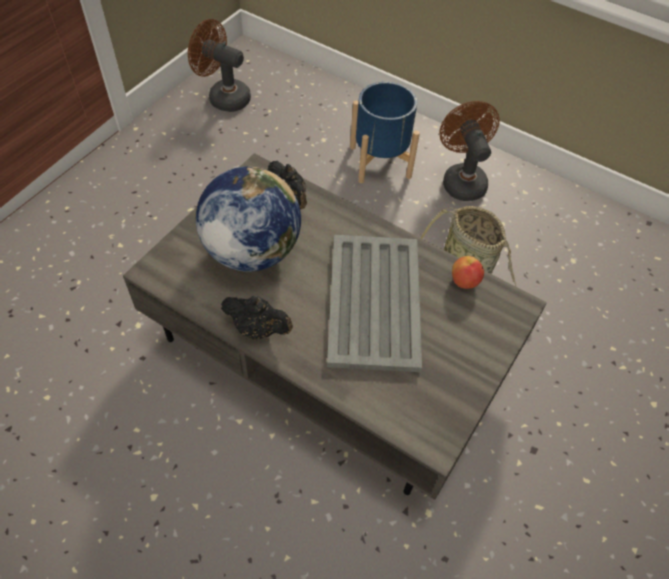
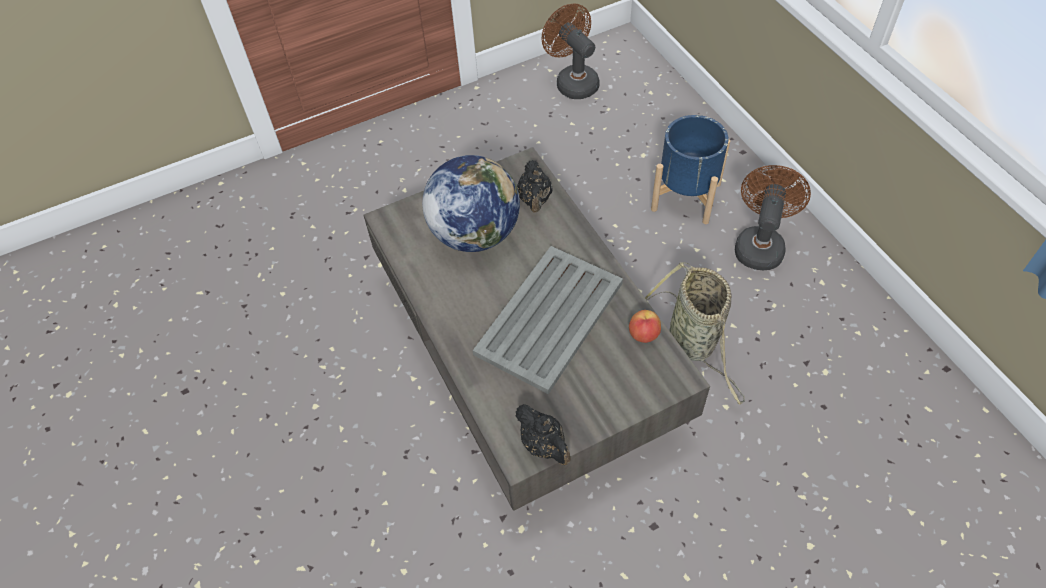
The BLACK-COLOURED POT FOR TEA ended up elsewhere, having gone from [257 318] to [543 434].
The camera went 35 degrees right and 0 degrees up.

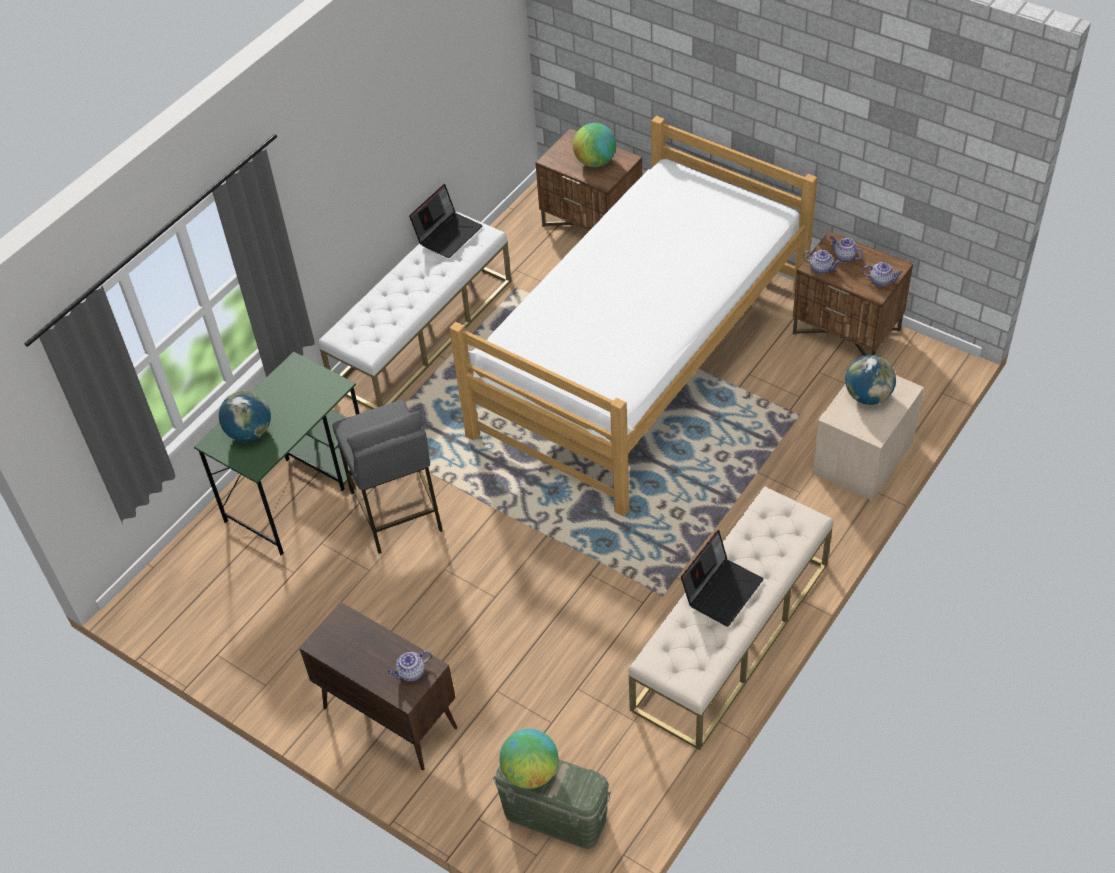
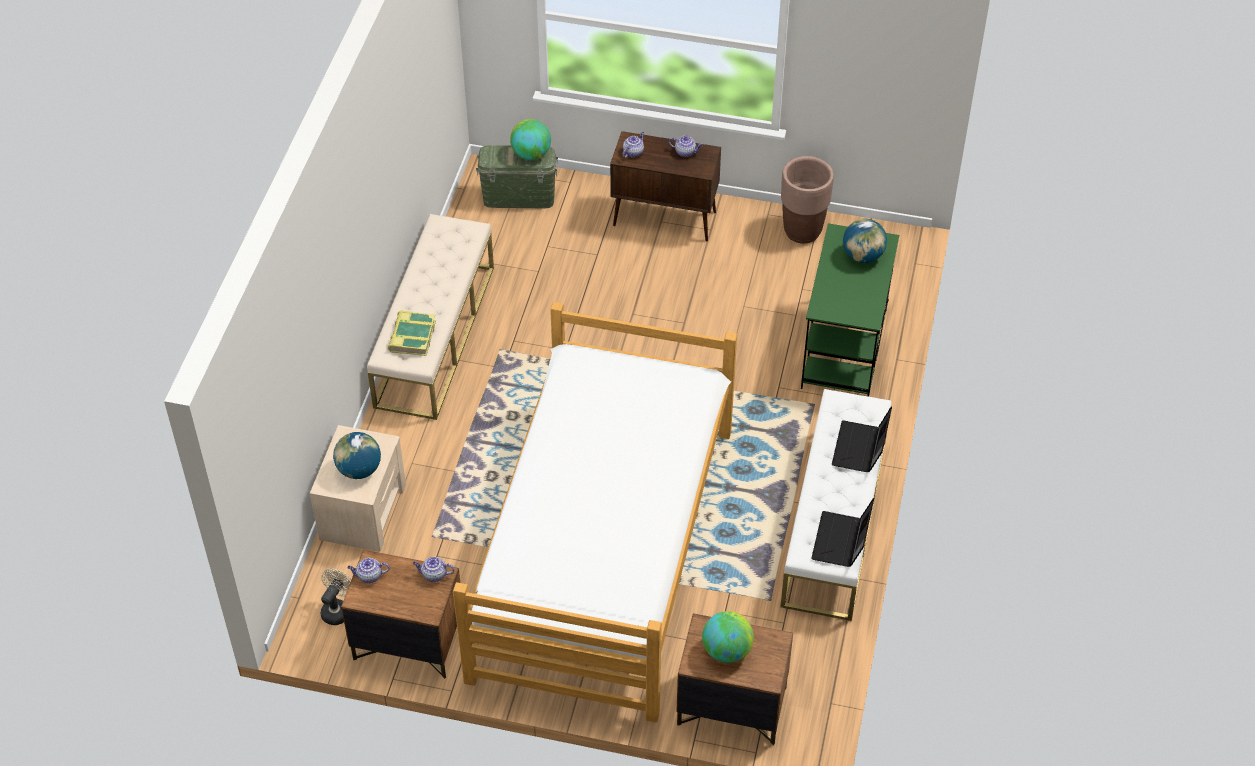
The second view lost the GREYISH SITTING STOOL at [387 477].
The second view gained the BEIGE-COLOURED COOLING FAN at [336 596].
The second view gained the BOUND BOOK at [412 333].
The second view gained the BROWNISH PLANTER at [807 199].
The NOTEBOOK COMPUTER ended up elsewhere, having gone from [722 578] to [862 439].
The POT FOR TEA ended up elsewhere, having gone from [846 249] to [685 146].
The camera went 155 degrees right and 0 degrees up.

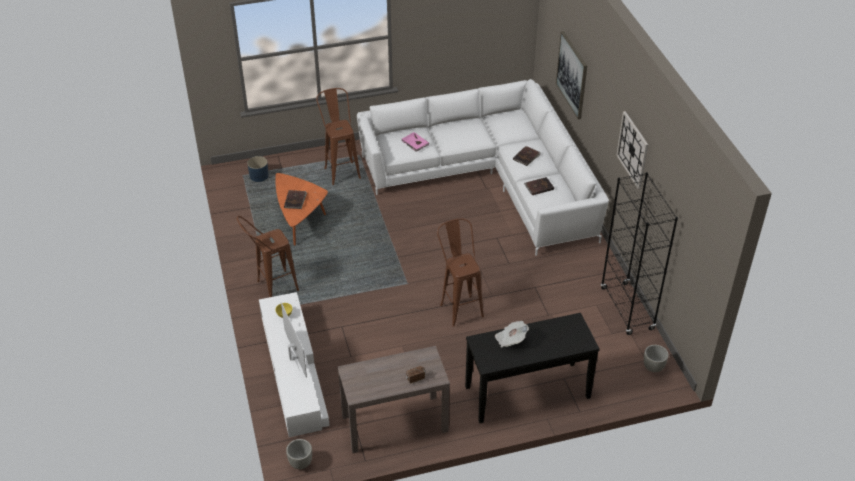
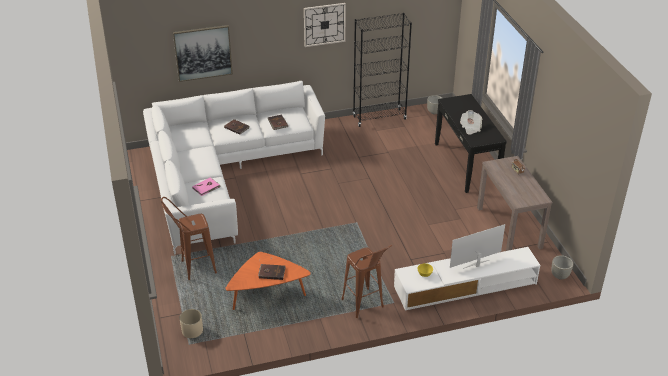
The second view lost the BROWNISH SITTING STOOL at [460 272].
What was the BLUE PLANTER at [258 169] turned into the BEIGE-COLOURED PLANTER at [191 323].
The camera went 90 degrees left and 5 degrees down.

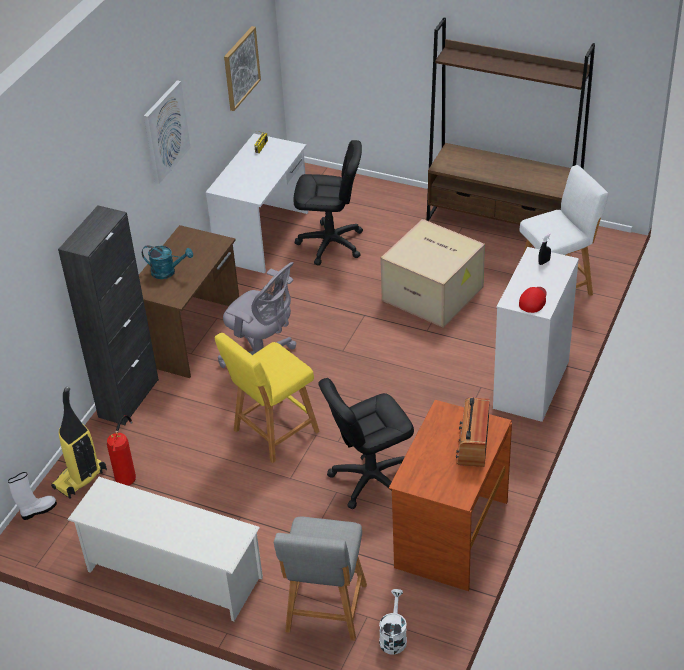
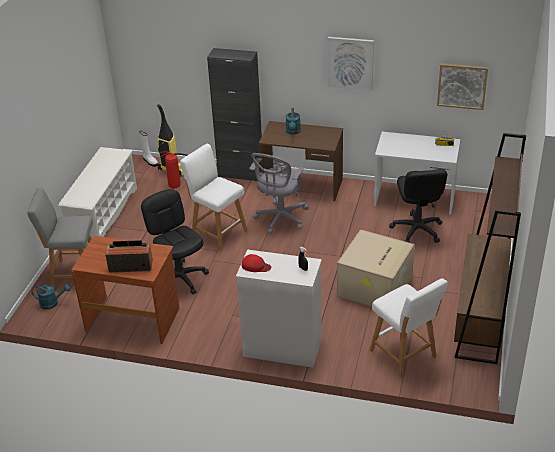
What was the YELLOWISH SITTING STOOL at [267 398] turned into the WHITE SITTING STOOL at [214 197].
What was the WHITE WATERING CAN at [393 622] turned into the TURQUOISE WATERING CAN at [51 296].
The camera went 80 degrees right and 5 degrees down.

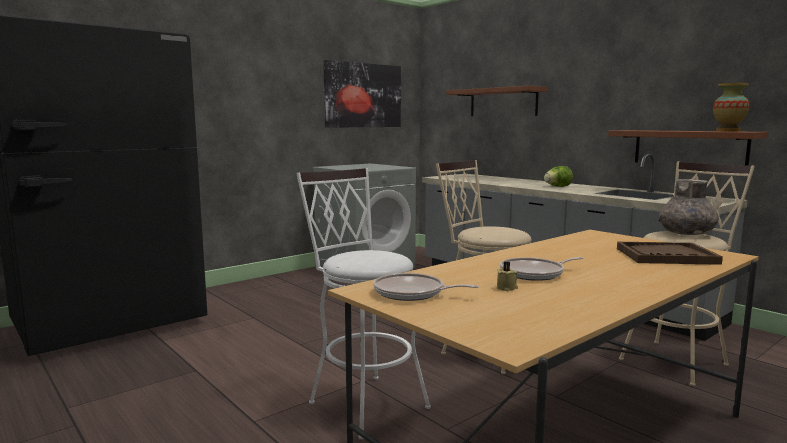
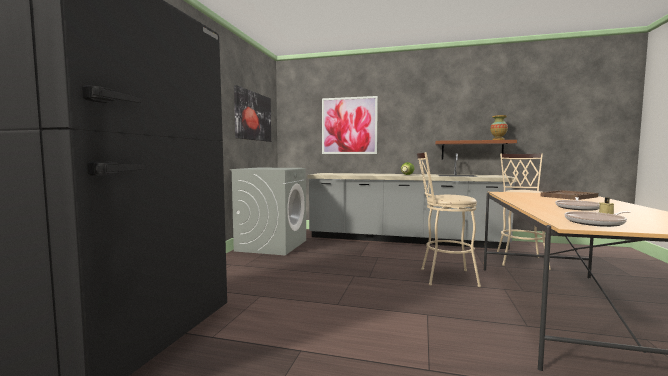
The second view lost the WHITE SITTING STOOL at [363 304].
The second view lost the GREYISH FLOWER VASE at [689 207].
Where the BROWNISH BRACKET SHELF hung at [497 101], the WALL PICTURE came to hang at [350 125].
The camera went 35 degrees left and 5 degrees down.

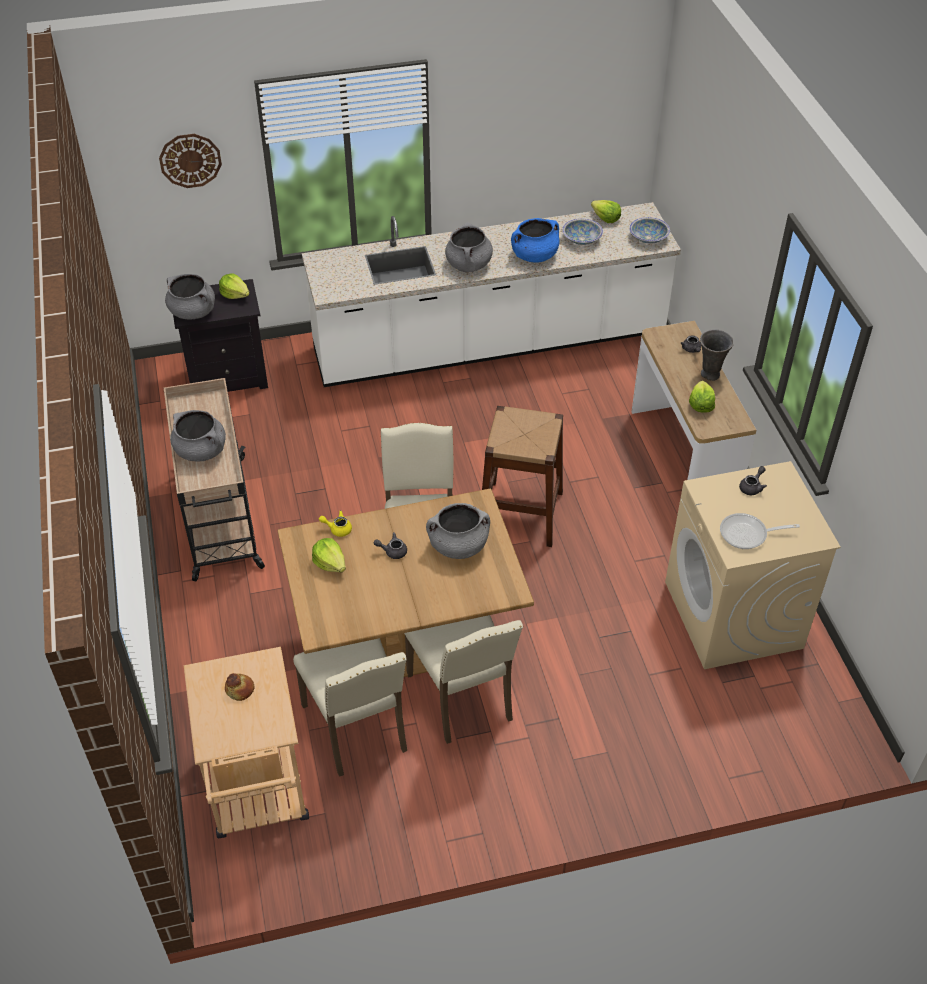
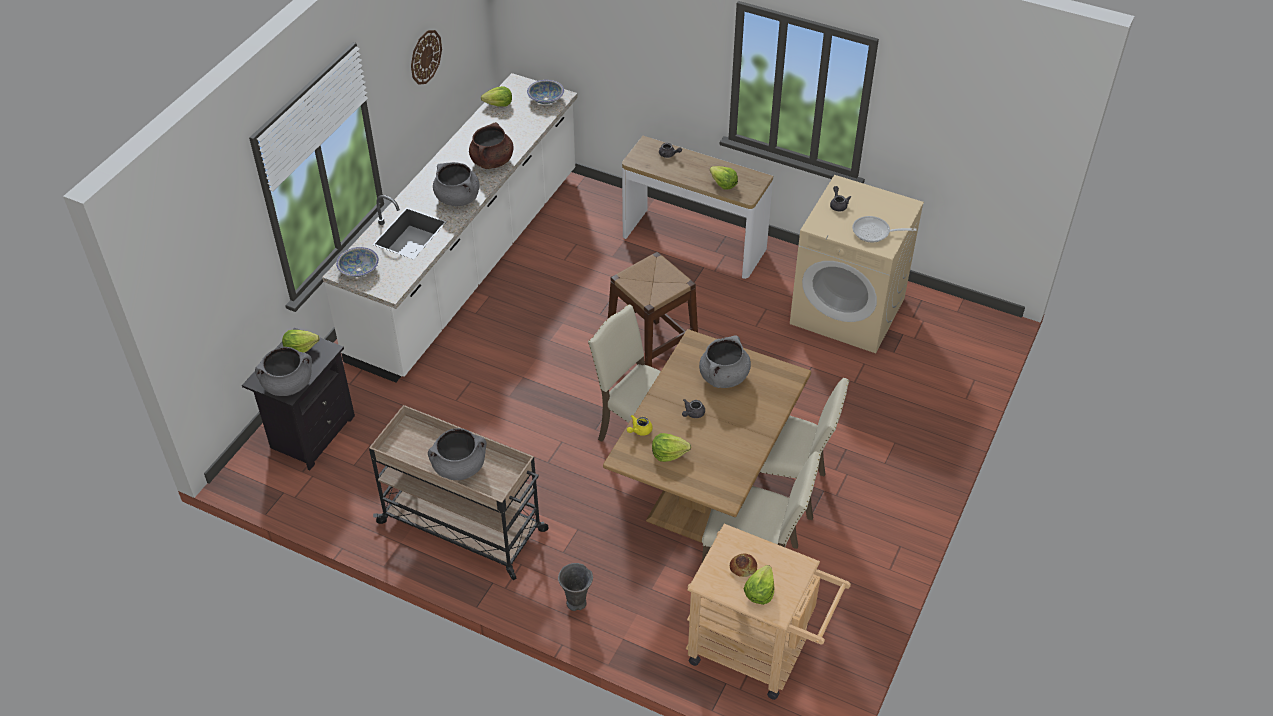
The second view gained the LETTUCE HEAD at [758 585].
The WALL CLOCK ended up elsewhere, having gone from [190 161] to [426 57].
The SERVING BOWL ended up elsewhere, having gone from [582 231] to [357 262].
The GREYISH FLOWER VASE ended up elsewhere, having gone from [716 355] to [575 587].
What was the BLUE SAUCEPOT at [535 240] turned into the BROWNISH SAUCEPOT at [491 145].
The FRYING PAN at [760 531] ended up facing another way, 60 degrees clockwise from before.
The camera went 50 degrees left and 0 degrees up.

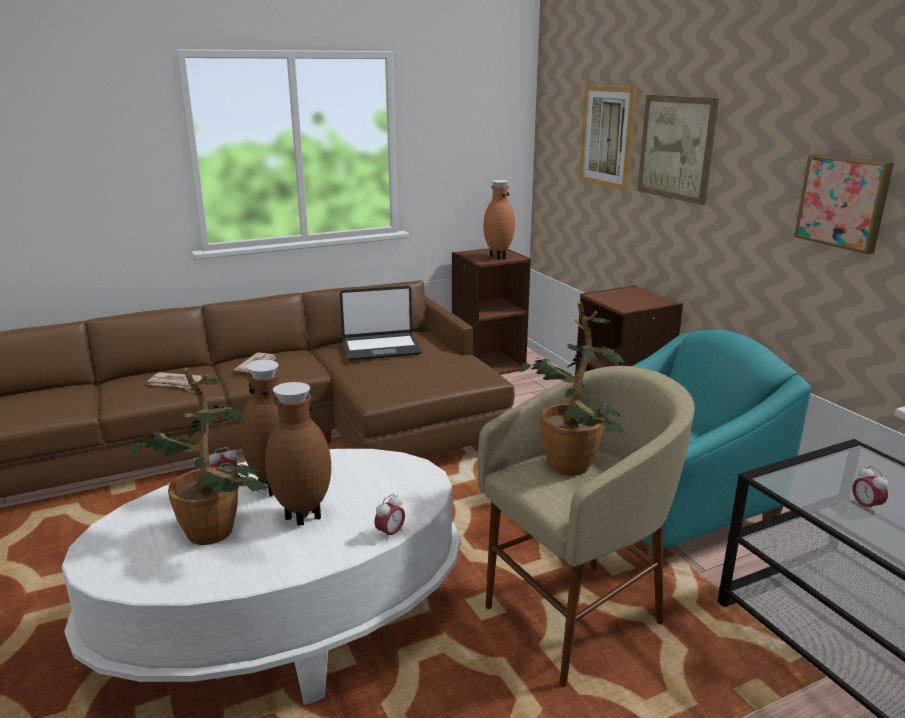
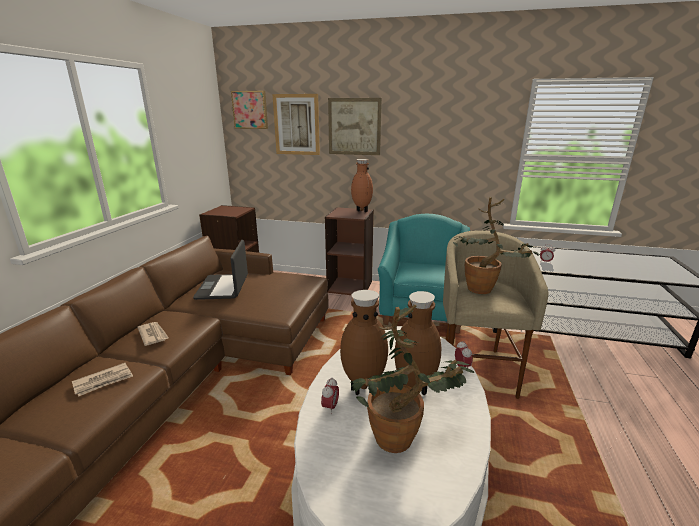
The BROWNISH FLOWER VASE ended up elsewhere, having gone from [499 220] to [362 185].
The WALL PICTURE ended up elsewhere, having gone from [844 204] to [249 110].
The NOTEBOOK COMPUTER at [381 323] ended up facing another way, 150 degrees clockwise from before.
The camera went 50 degrees left and 0 degrees up.

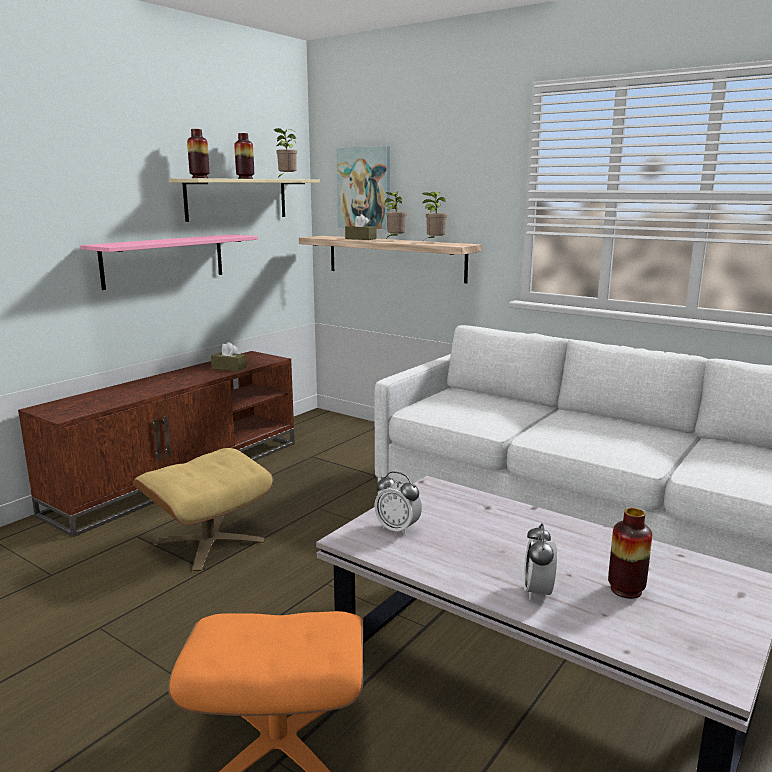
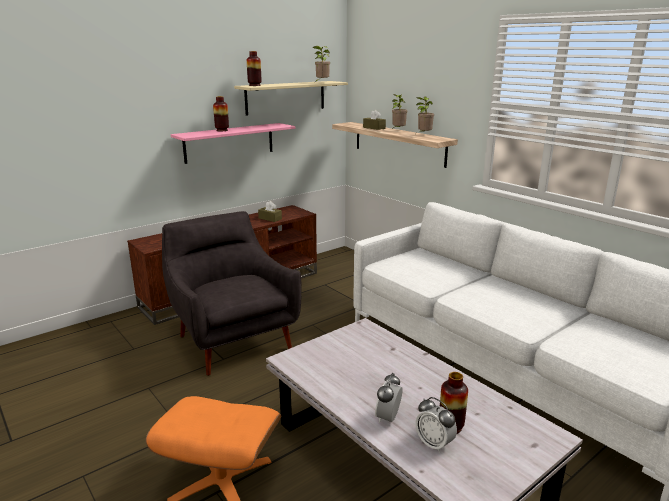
The second view lost the WALL PICTURE at [363 187].
The FLOWER VASE ended up elsewhere, having gone from [244 156] to [221 113].
The BEDSIDE CLOCK ended up elsewhere, having gone from [398 504] to [436 425].
Where the BEIGE-COLOURED POUFFE stood at [203 509], the GREYISH EASY CHAIR came to stand at [232 293].
The camera went 15 degrees right and 5 degrees up.

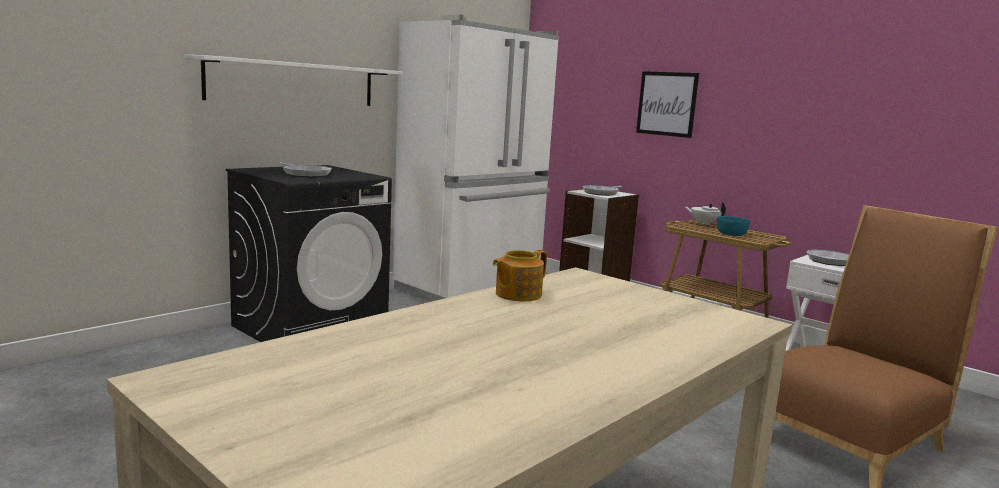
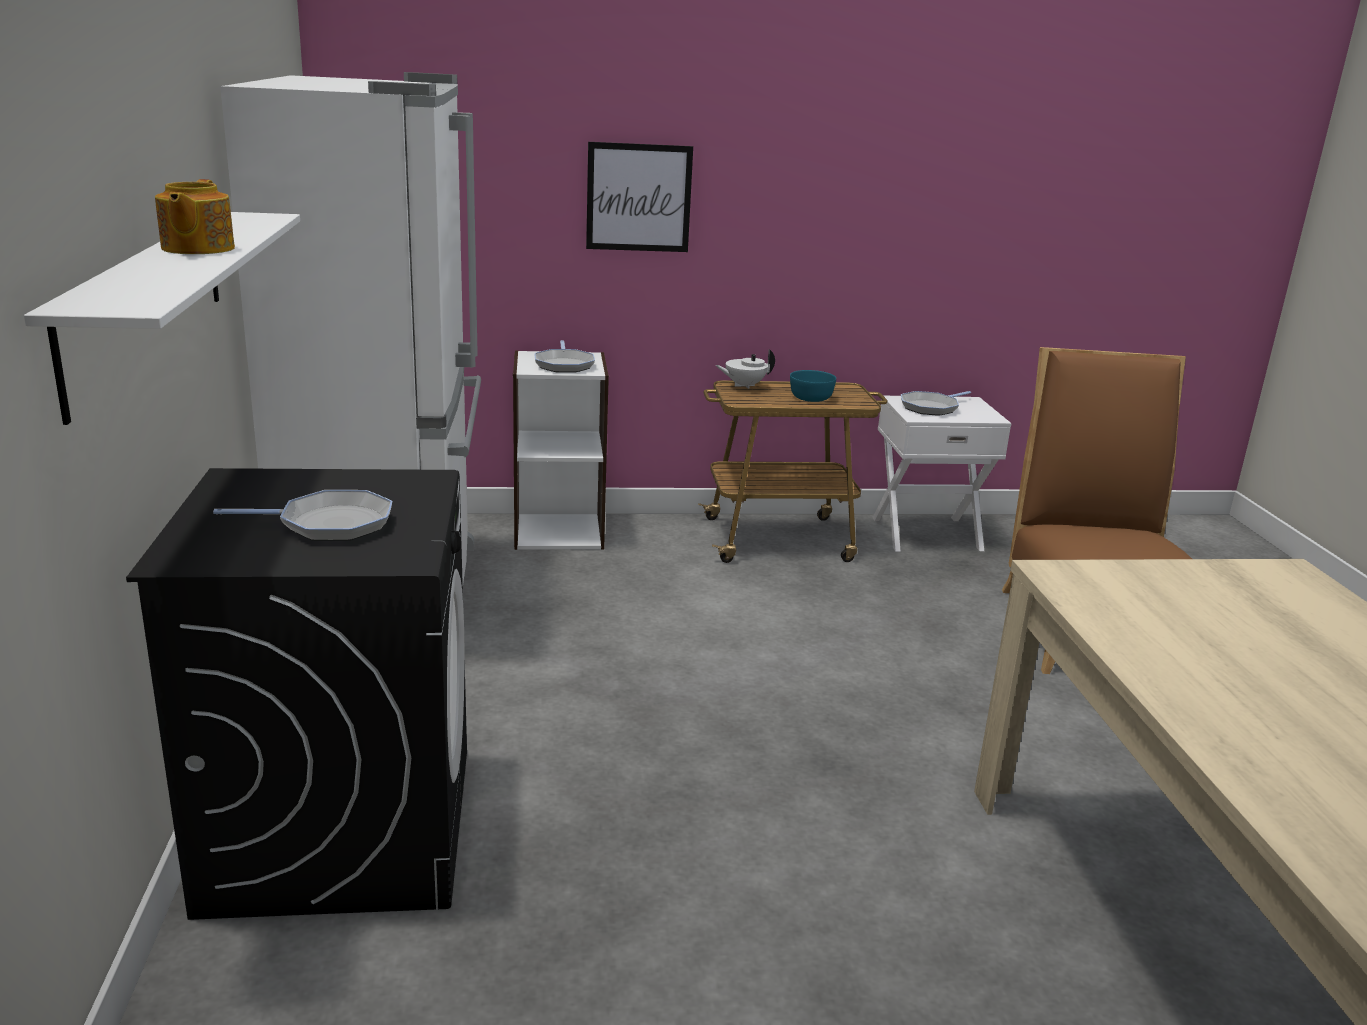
The POT FOR TEA ended up elsewhere, having gone from [520 276] to [195 216].
The camera went 50 degrees left and 10 degrees up.

